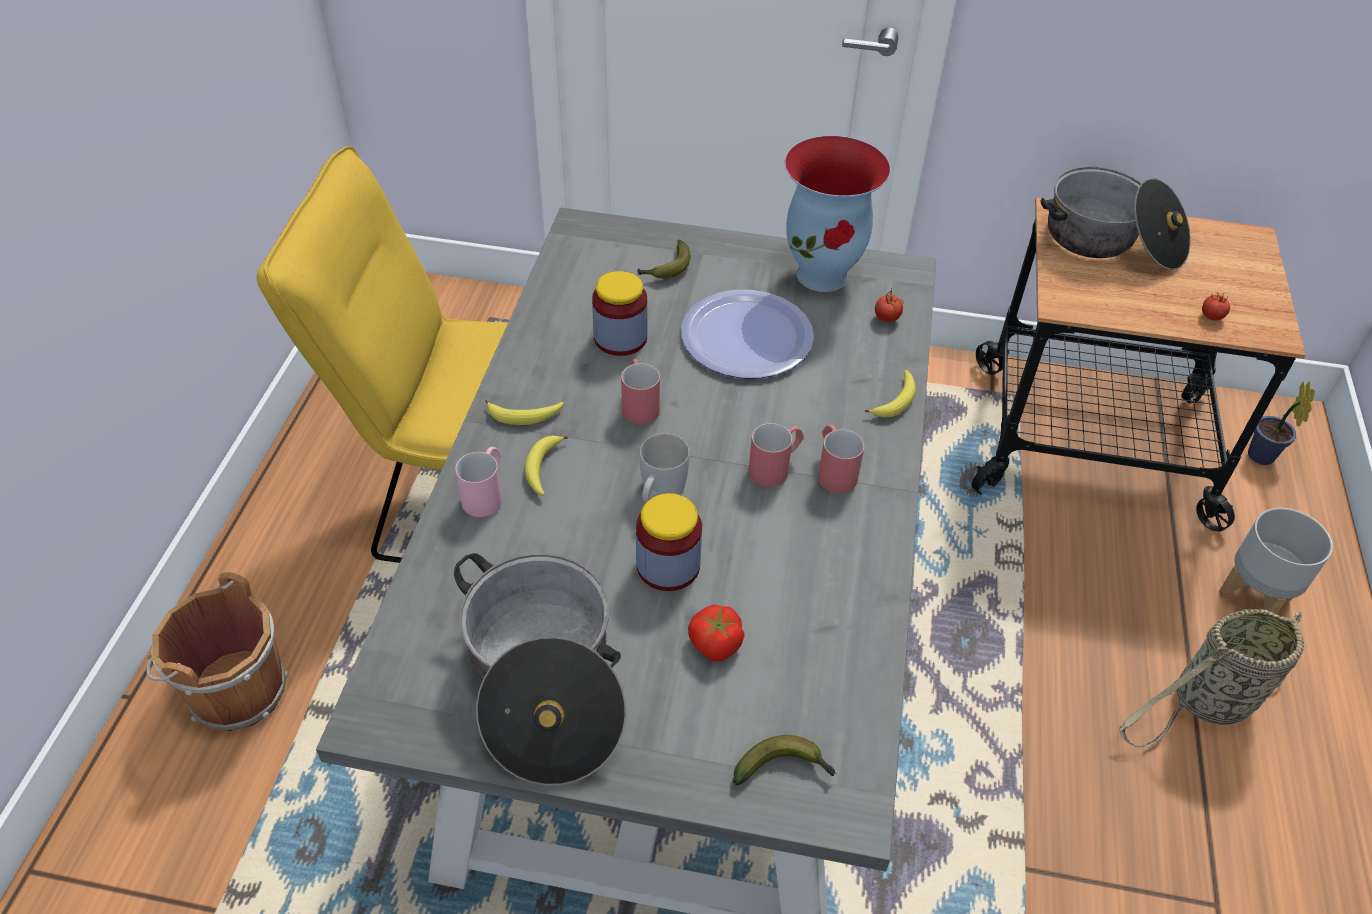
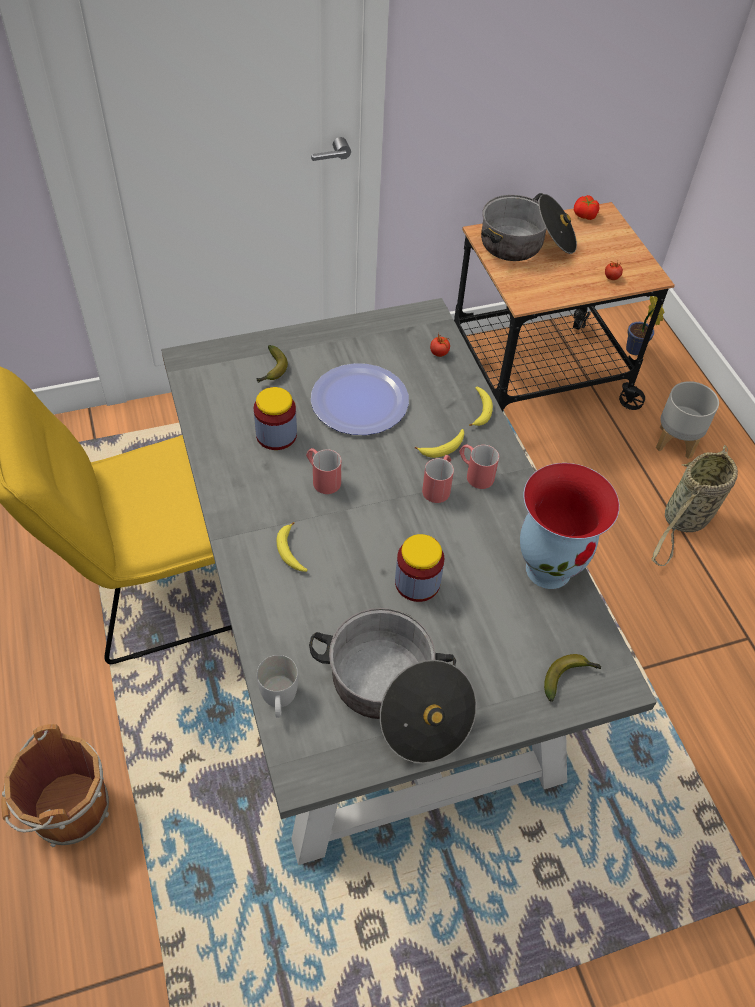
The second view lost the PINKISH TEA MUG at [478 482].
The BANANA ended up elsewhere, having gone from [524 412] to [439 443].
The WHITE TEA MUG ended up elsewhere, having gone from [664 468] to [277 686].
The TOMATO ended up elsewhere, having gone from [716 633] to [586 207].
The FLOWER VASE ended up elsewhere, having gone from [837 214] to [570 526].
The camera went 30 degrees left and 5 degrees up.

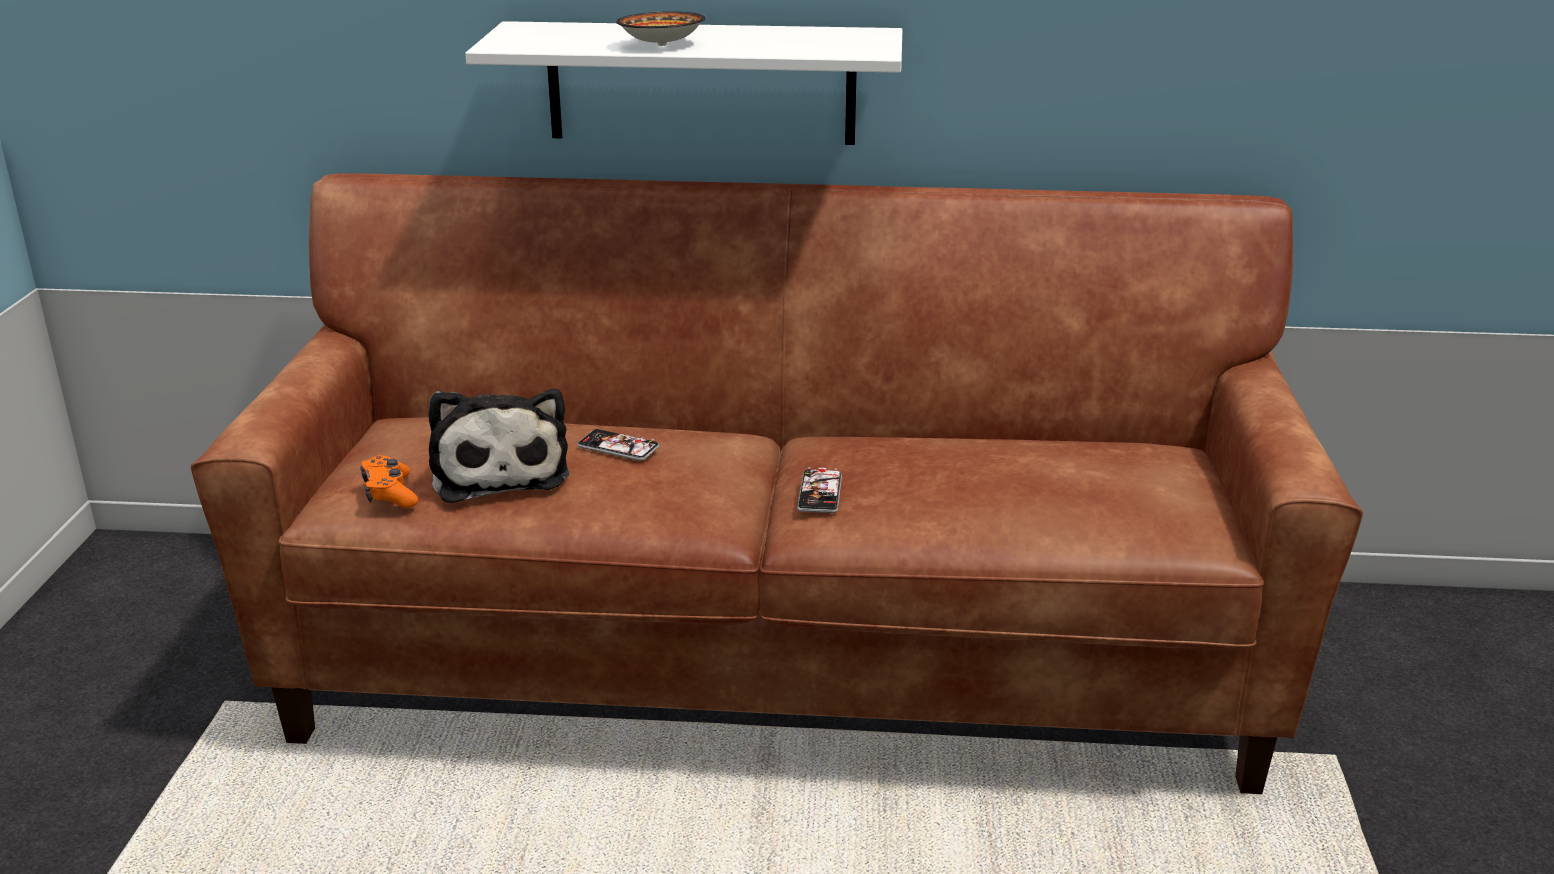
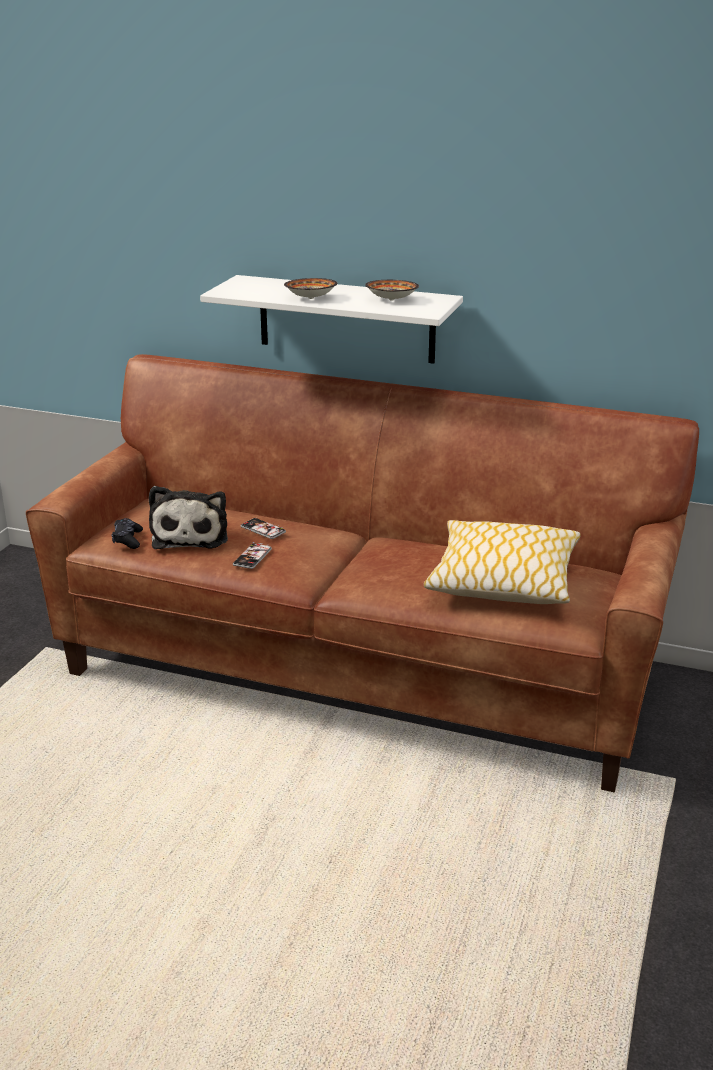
The second view gained the SERVING BOWL at [392 290].
The second view gained the THROW PILLOW at [502 562].
The HANDSET ended up elsewhere, having gone from [819 490] to [252 555].
What was the ORANGE JOYPAD at [389 481] turned into the BLACK-COLOURED JOYPAD at [127 533].
The camera went 15 degrees right and 0 degrees up.

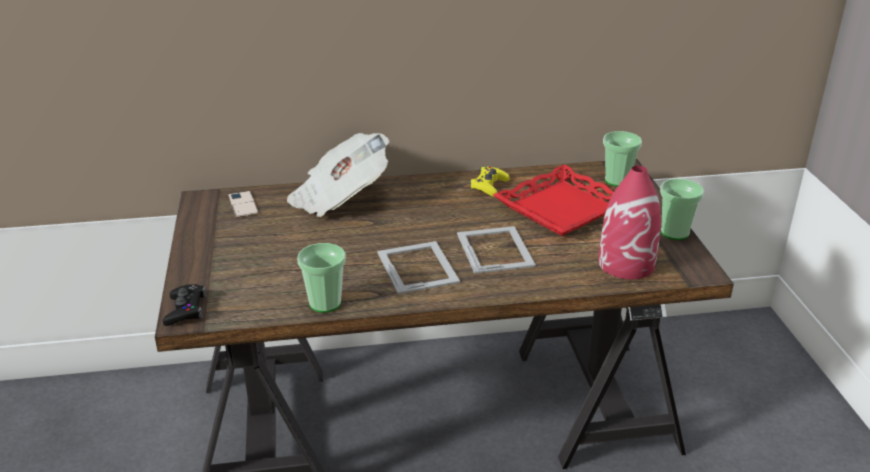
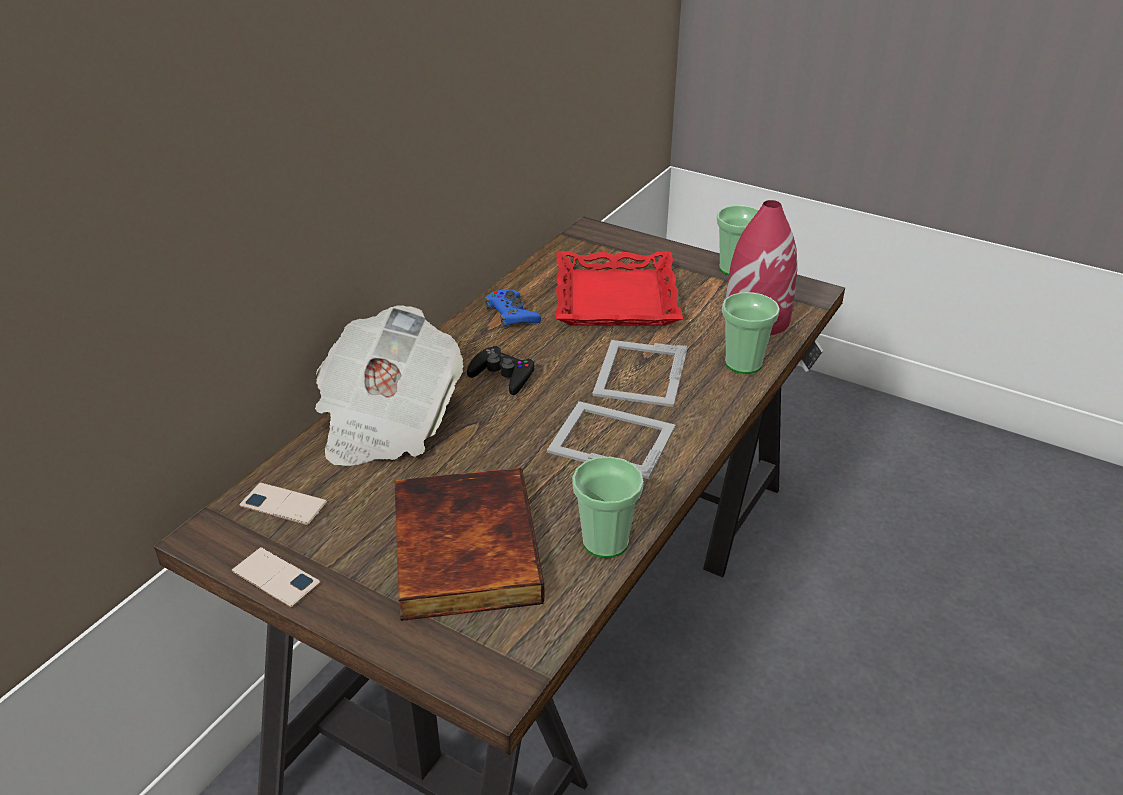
The second view gained the HANDSET at [276 577].
The second view gained the BOUND BOOK at [469 544].
The BLACK-COLOURED JOYPAD ended up elsewhere, having gone from [184 305] to [501 370].
The SMALL CUP ended up elsewhere, having gone from [622 158] to [751 333].
What was the YELLOWISH JOYPAD at [489 182] turned into the BLUE JOYPAD at [513 309].
The PICTURE FRAME at [496 250] ended up facing another way, 105 degrees counterclockwise from before.
The camera went 50 degrees left and 5 degrees up.

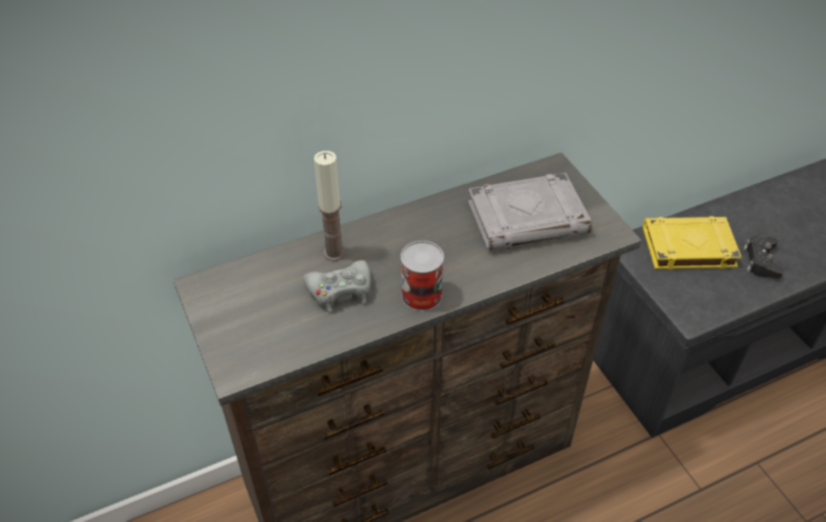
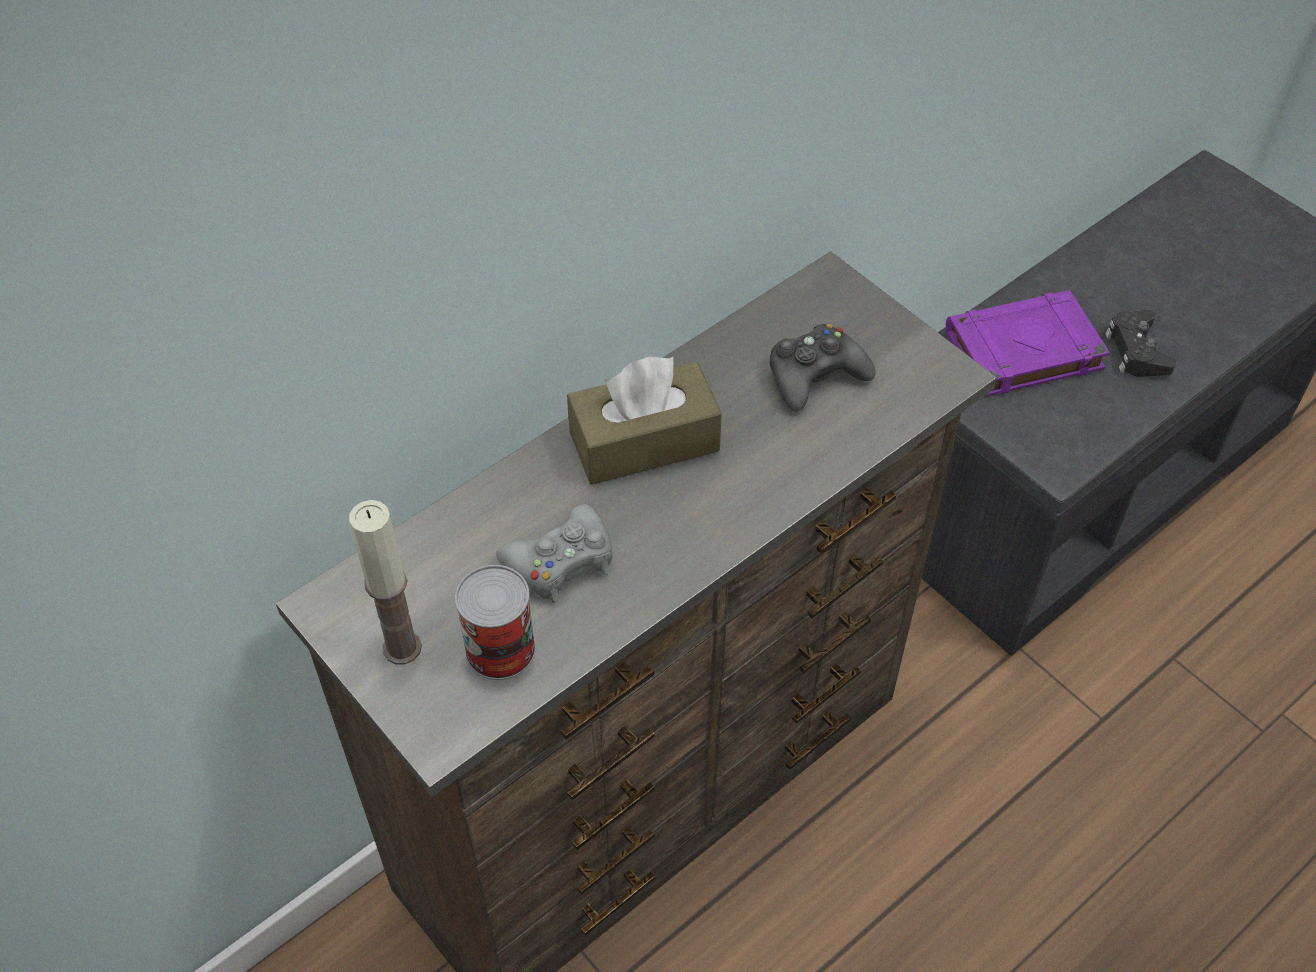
The second view gained the BROWNISH BOX OF TISSUES at [644 420].
The WAX LIGHT ended up elsewhere, having gone from [329 206] to [385 582].
The SEALED CAN ended up elsewhere, having gone from [422 276] to [495 622].
Where the GREYISH BOUND BOOK stood at [530 212], the BLACK-COLOURED JOYPAD came to stand at [823 368].
What was the YELLOWISH BOUND BOOK at [692 243] turned into the PURPLISH BOUND BOOK at [1028 343].
The camera went 15 degrees left and 5 degrees up.

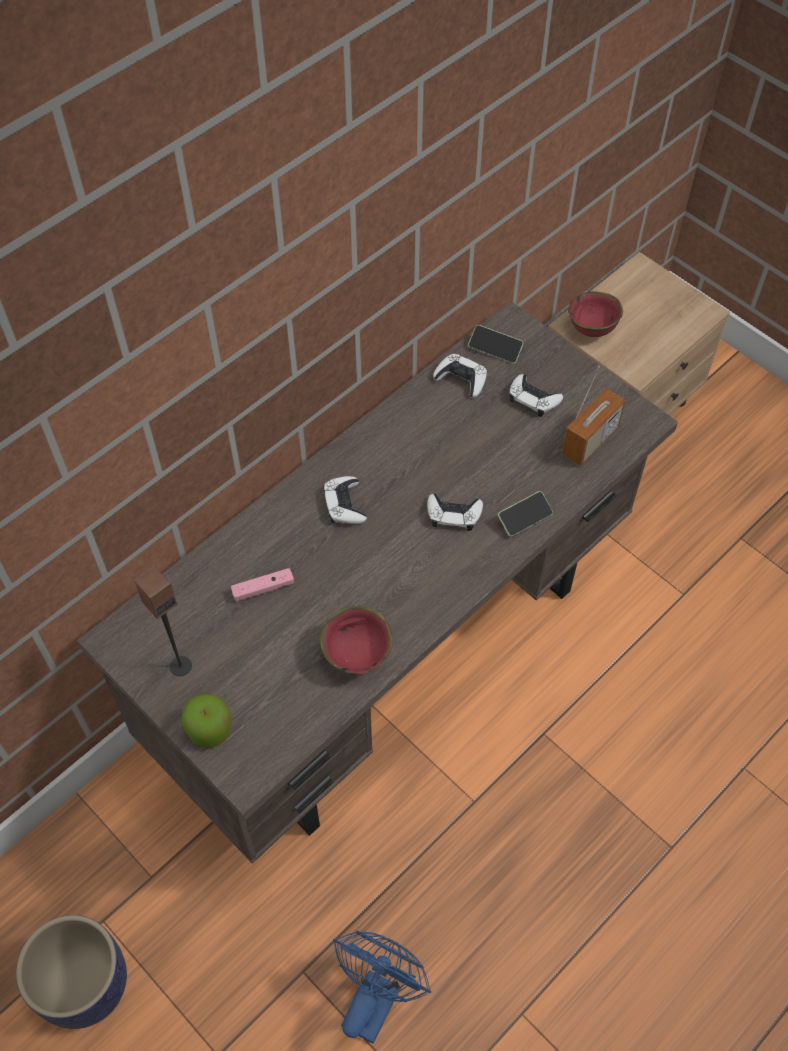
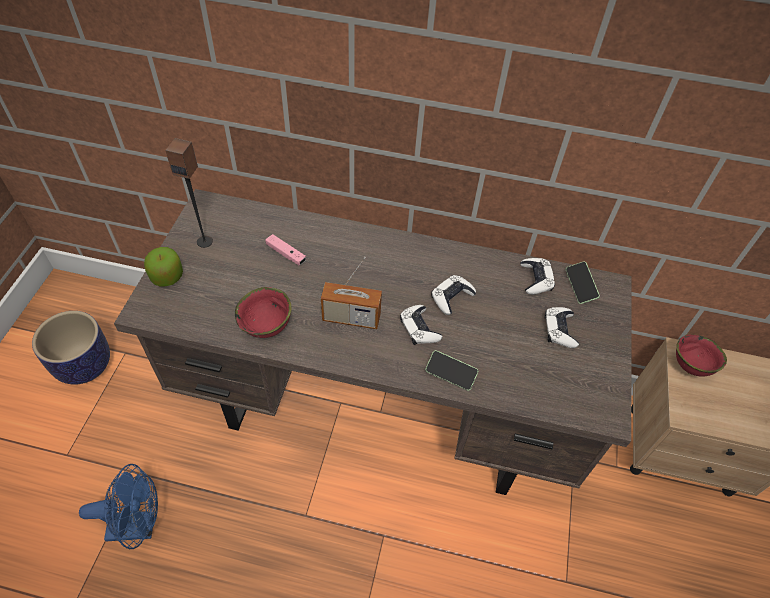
The WHITE JOYPAD ended up elsewhere, having gone from [345 500] to [453 295].
The RADIO ended up elsewhere, having gone from [594 416] to [351 293].
The camera went 55 degrees right and 5 degrees down.

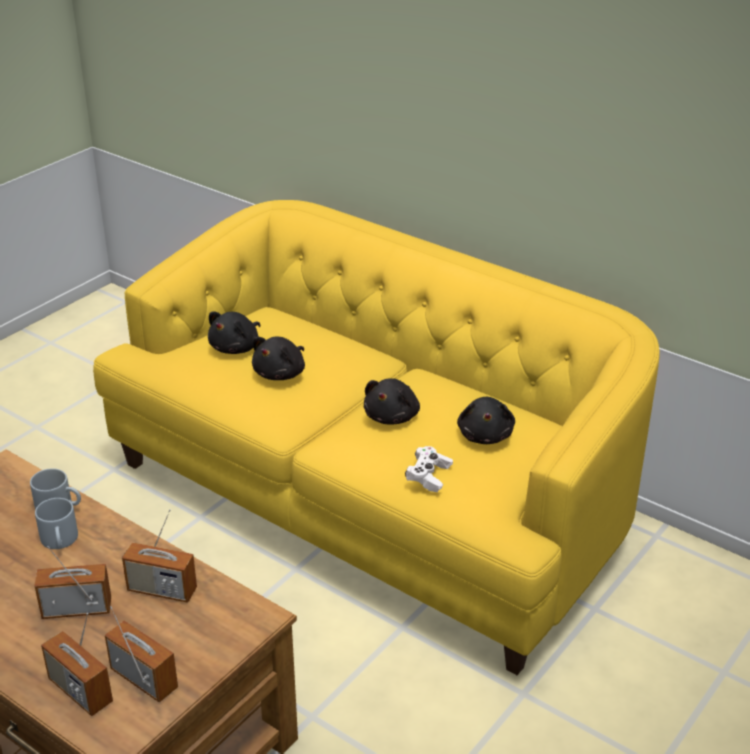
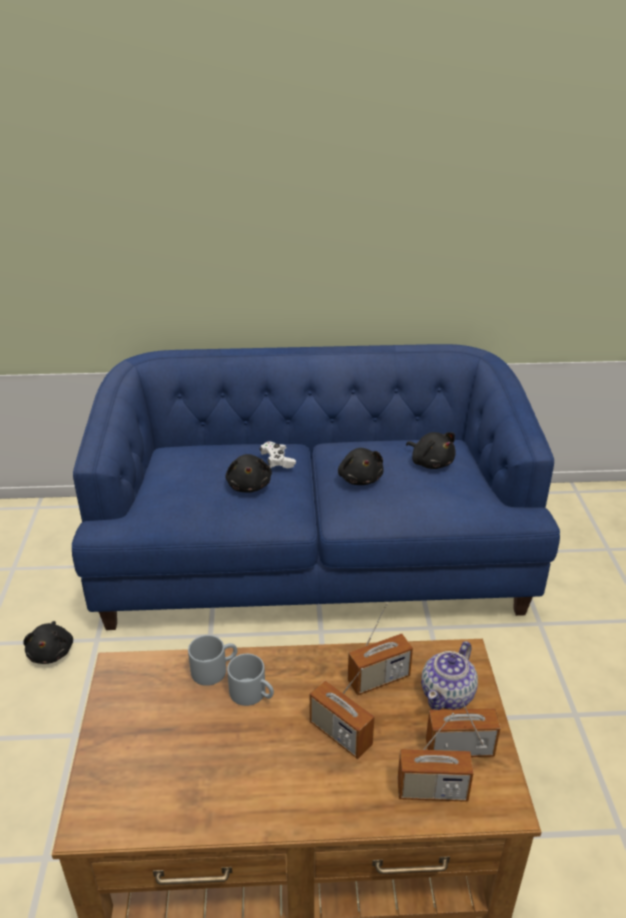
The second view gained the POT FOR TEA at [449 675].
The BLACK-COLOURED PLUSH TOY ended up elsewhere, having gone from [234 332] to [48 642].
The WHITE JOYPAD ended up elsewhere, having gone from [429 469] to [278 454].
What was the YELLOWISH SETTEE at [376 437] turned into the BLUE SETTEE at [316 487].
The RADIO at [72 582] ended up facing another way, 90 degrees counterclockwise from before.
The camera went 40 degrees left and 0 degrees up.

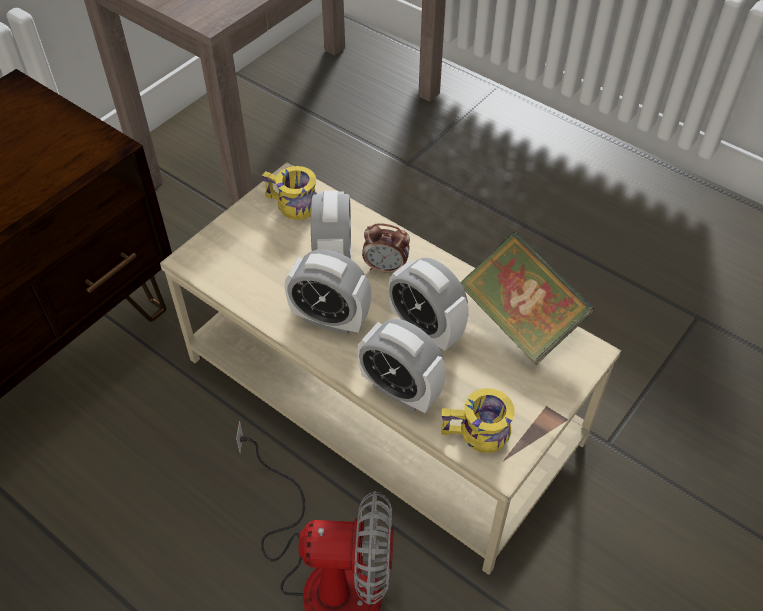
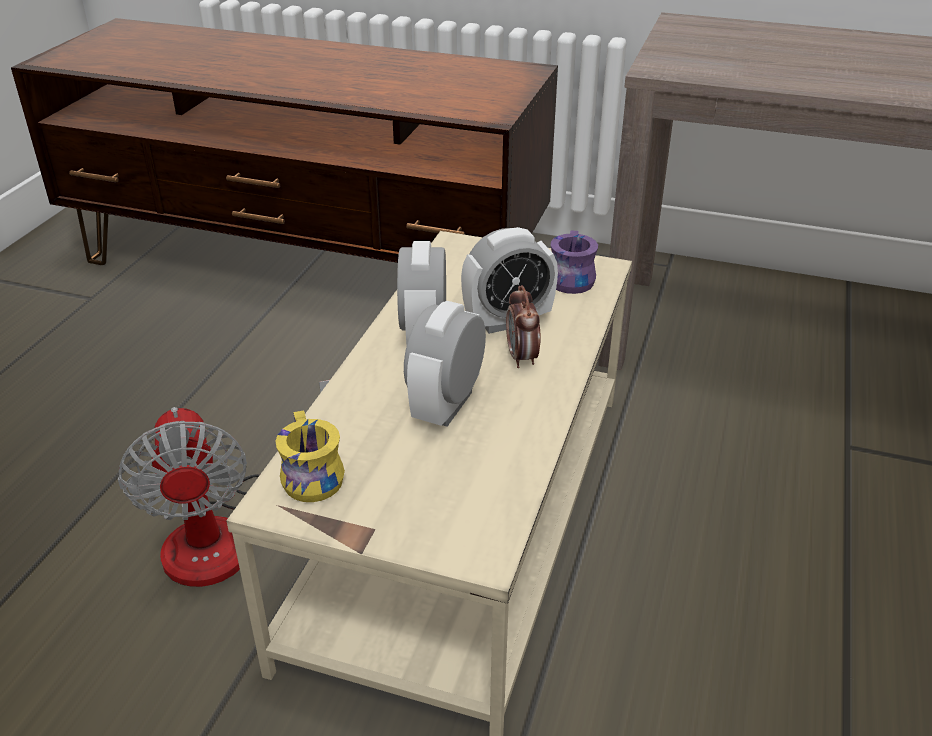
The second view lost the BEDSIDE CLOCK at [401 366].
The second view lost the BOUND BOOK at [527 298].
What was the YELLOWISH TEA MUG at [289 193] turned into the PURPLISH TEA MUG at [574 262].
The camera went 70 degrees right and 15 degrees down.

